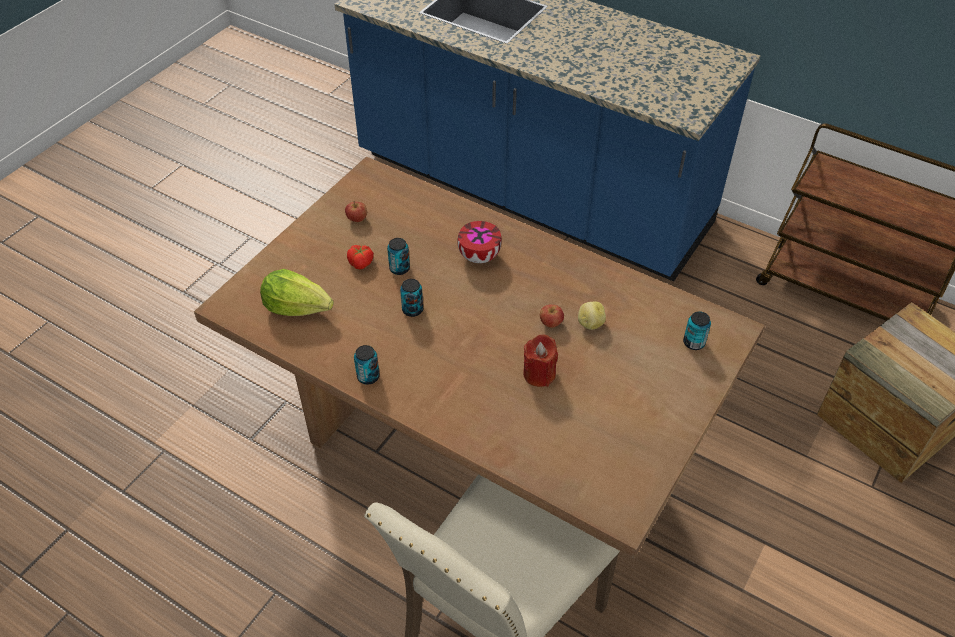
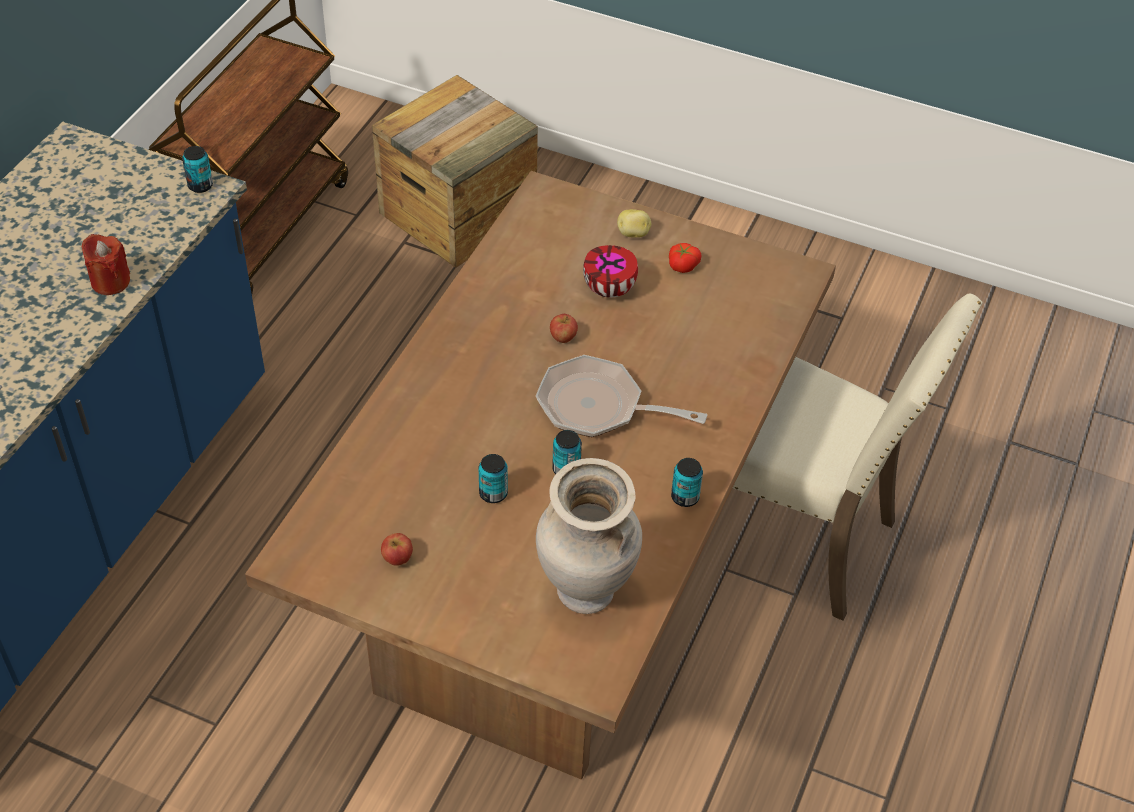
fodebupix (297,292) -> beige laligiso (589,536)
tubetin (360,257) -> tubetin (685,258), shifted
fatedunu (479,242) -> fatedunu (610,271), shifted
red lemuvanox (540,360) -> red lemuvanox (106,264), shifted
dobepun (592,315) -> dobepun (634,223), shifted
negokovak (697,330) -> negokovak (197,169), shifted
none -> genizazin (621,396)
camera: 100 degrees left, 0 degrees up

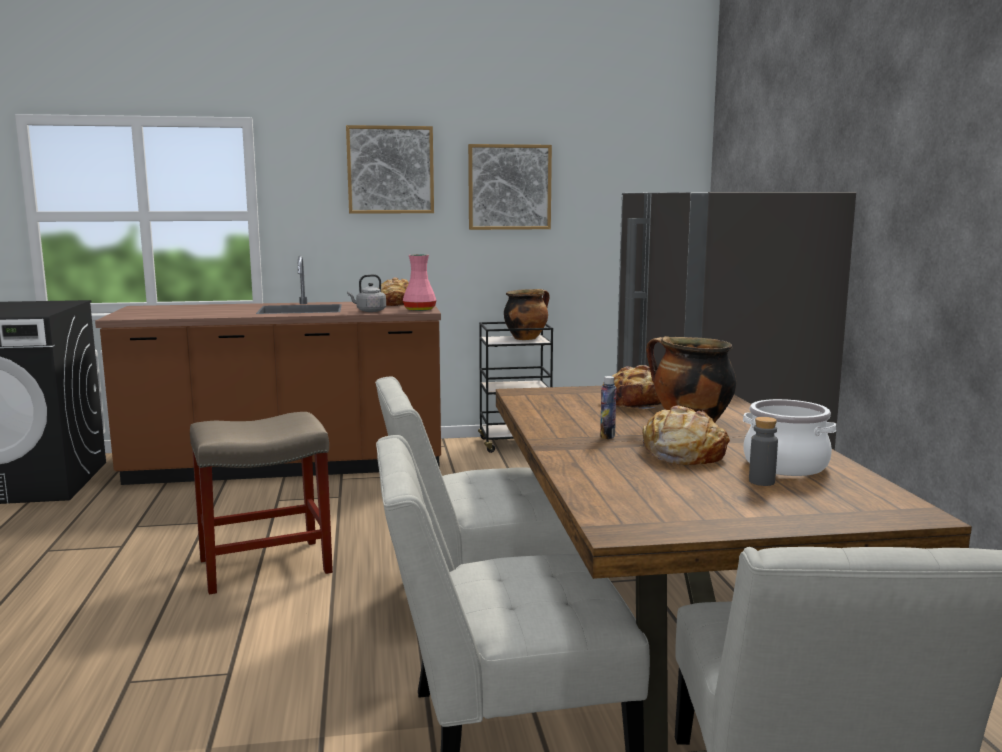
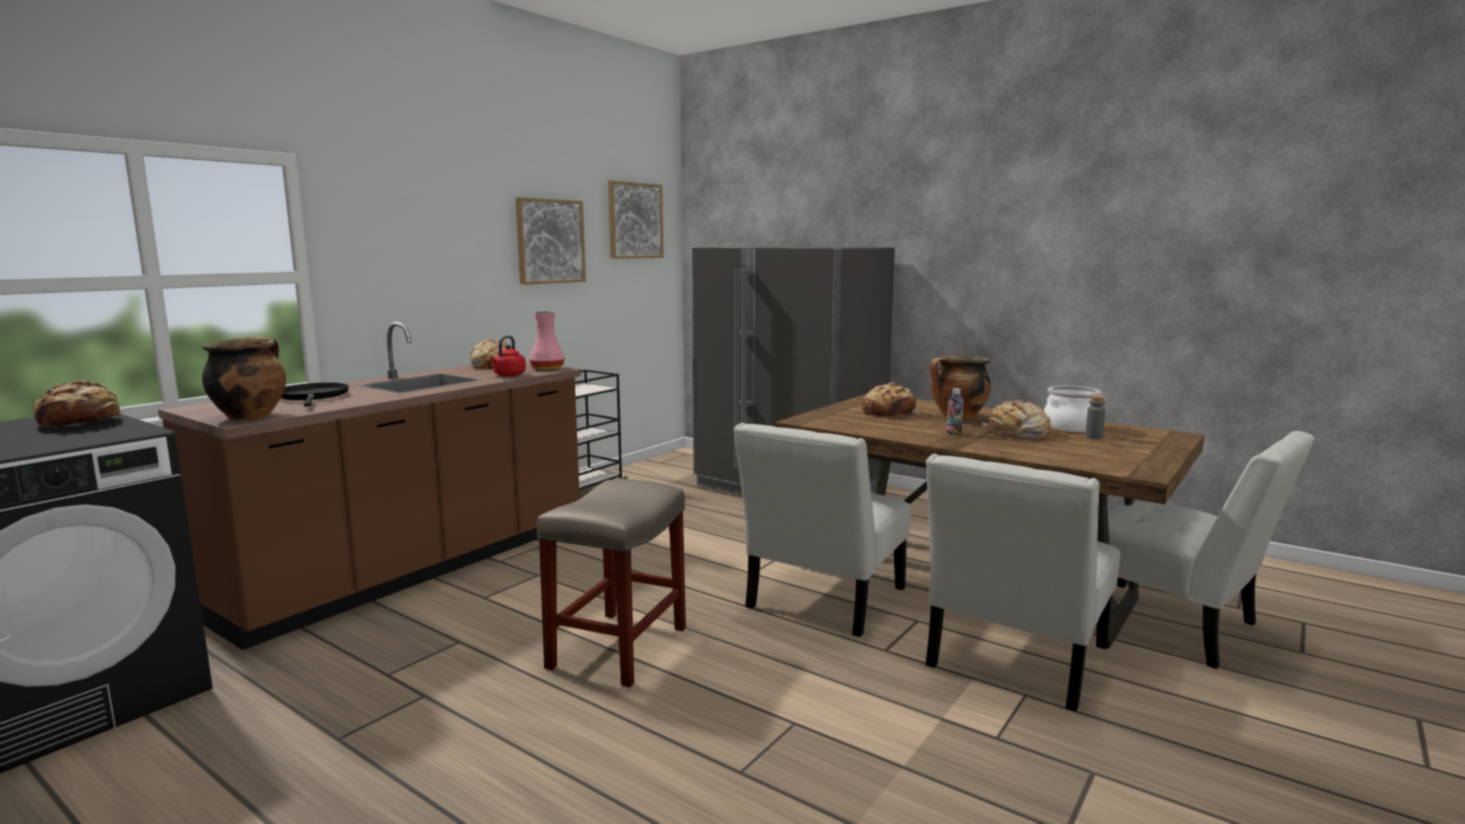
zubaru (390,169) -> zubaru (636,219), shifted
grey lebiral (366,293) -> red lebiral (508,356)
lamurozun (527,314) -> lamurozun (244,378), shifted
none -> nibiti (77,404)
none -> black genizazin (315,394)
camera: 45 degrees left, 0 degrees up

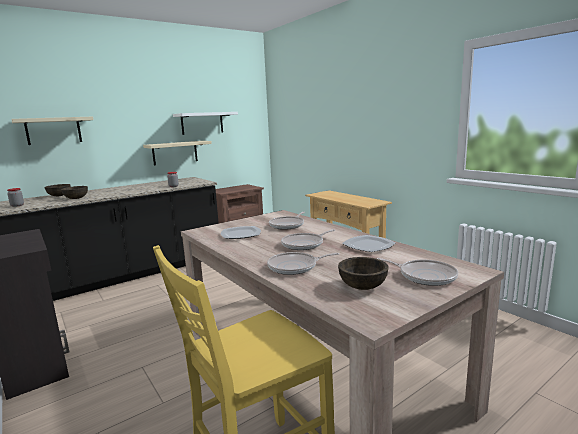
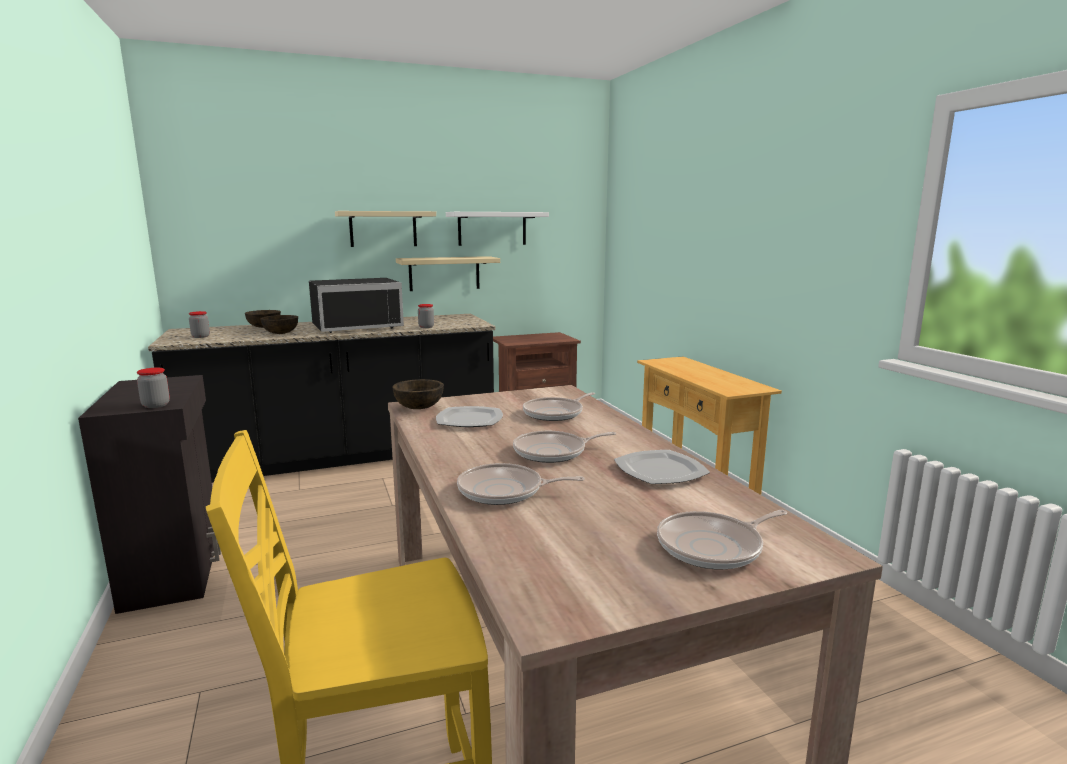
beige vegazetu (53,131) -> beige vegazetu (385,229), shifted
brown fatedunu (363,273) -> brown fatedunu (418,394), shifted
genizazin (417,272) -> genizazin (722,540), 105 degrees clockwise
none -> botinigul (153,388)
none -> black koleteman (356,305)
camera: 15 degrees right, 0 degrees up

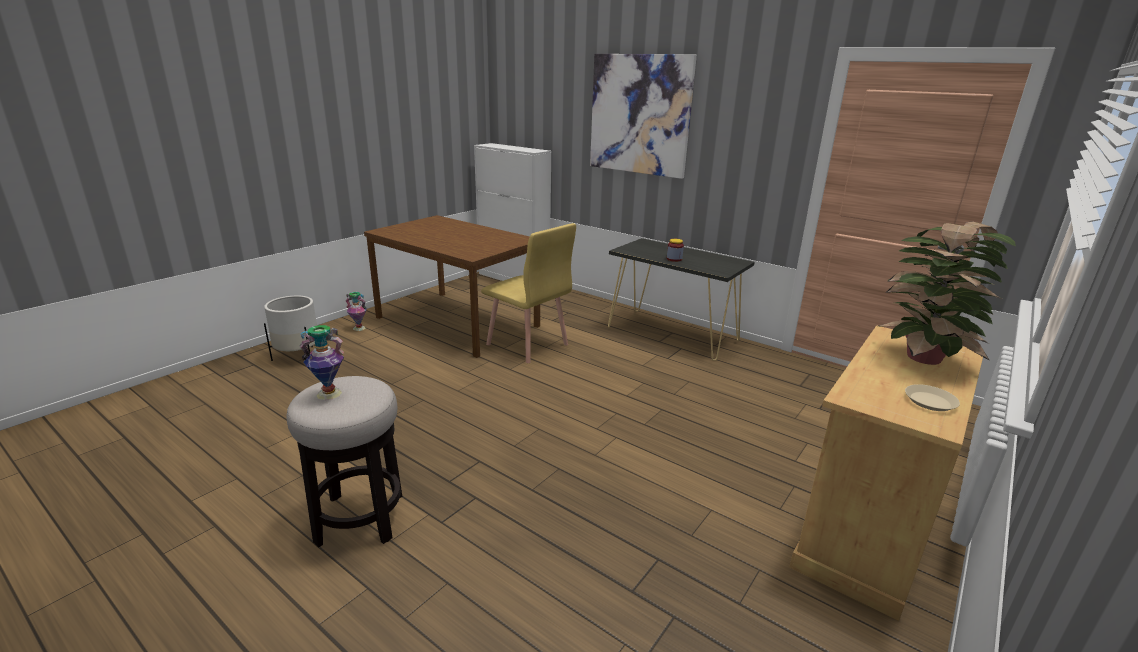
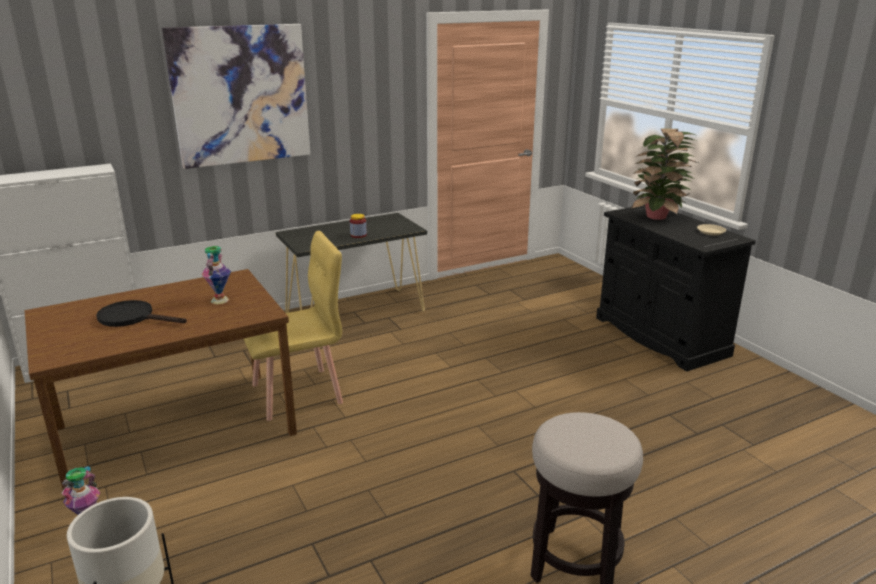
laligiso (321,362) -> laligiso (216,275), shifted
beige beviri (886,473) -> black beviri (676,288)
none -> black genizazin (141,313)
camera: 65 degrees left, 0 degrees up

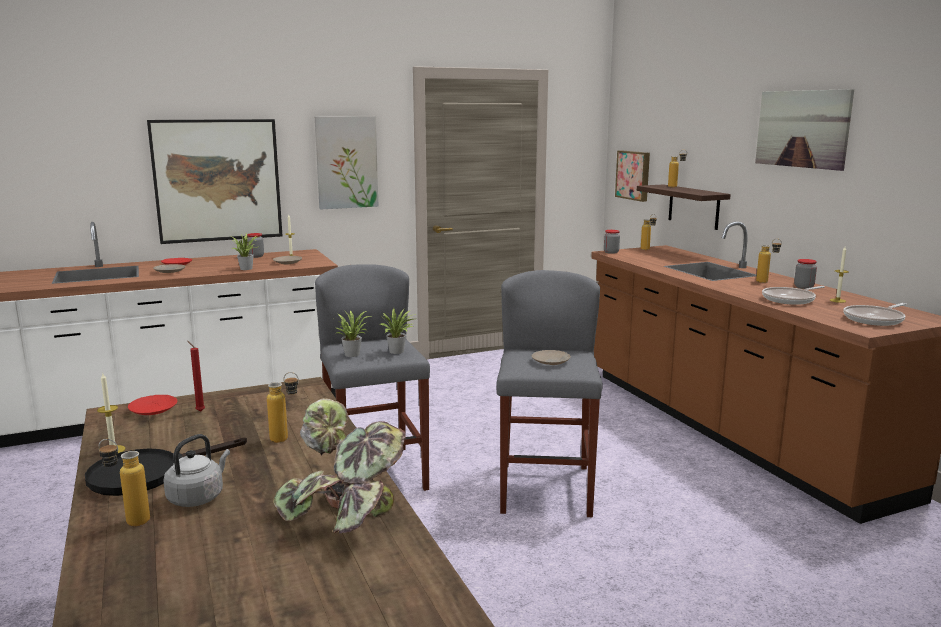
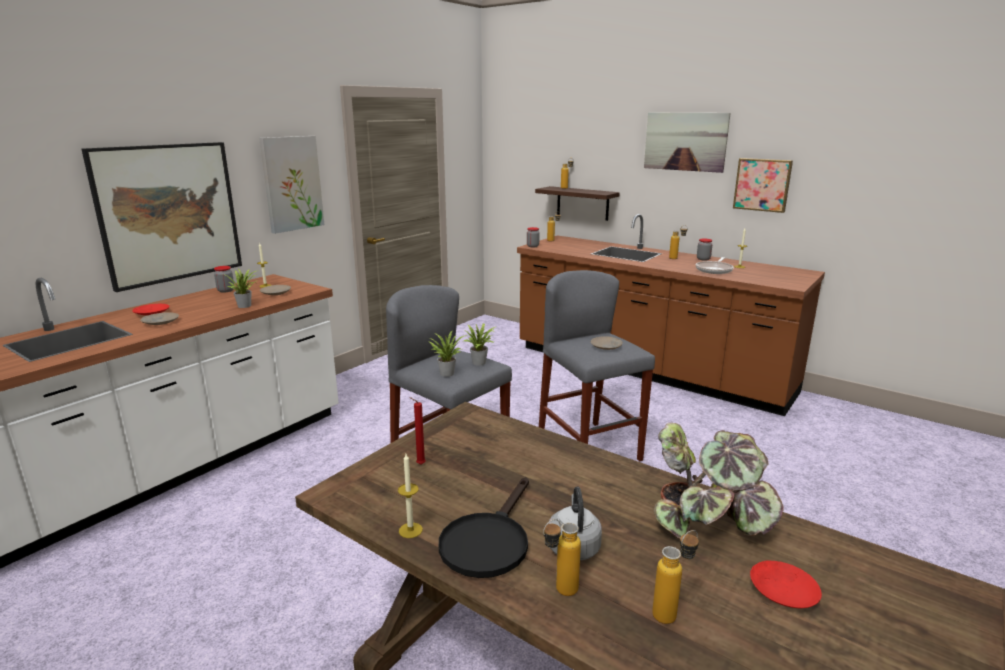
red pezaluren (152,405) -> red pezaluren (786,584), shifted
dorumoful (283,407) -> dorumoful (675,577), shifted
zubaru (632,176) -> zubaru (763,185), shifted
genizazin (875,314) -> none
camera: 30 degrees left, 5 degrees up

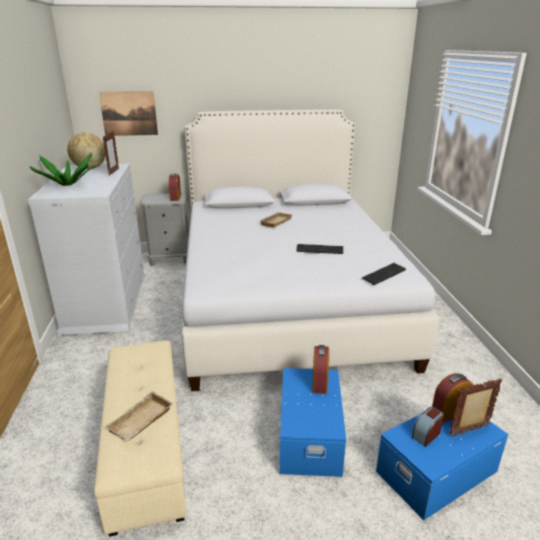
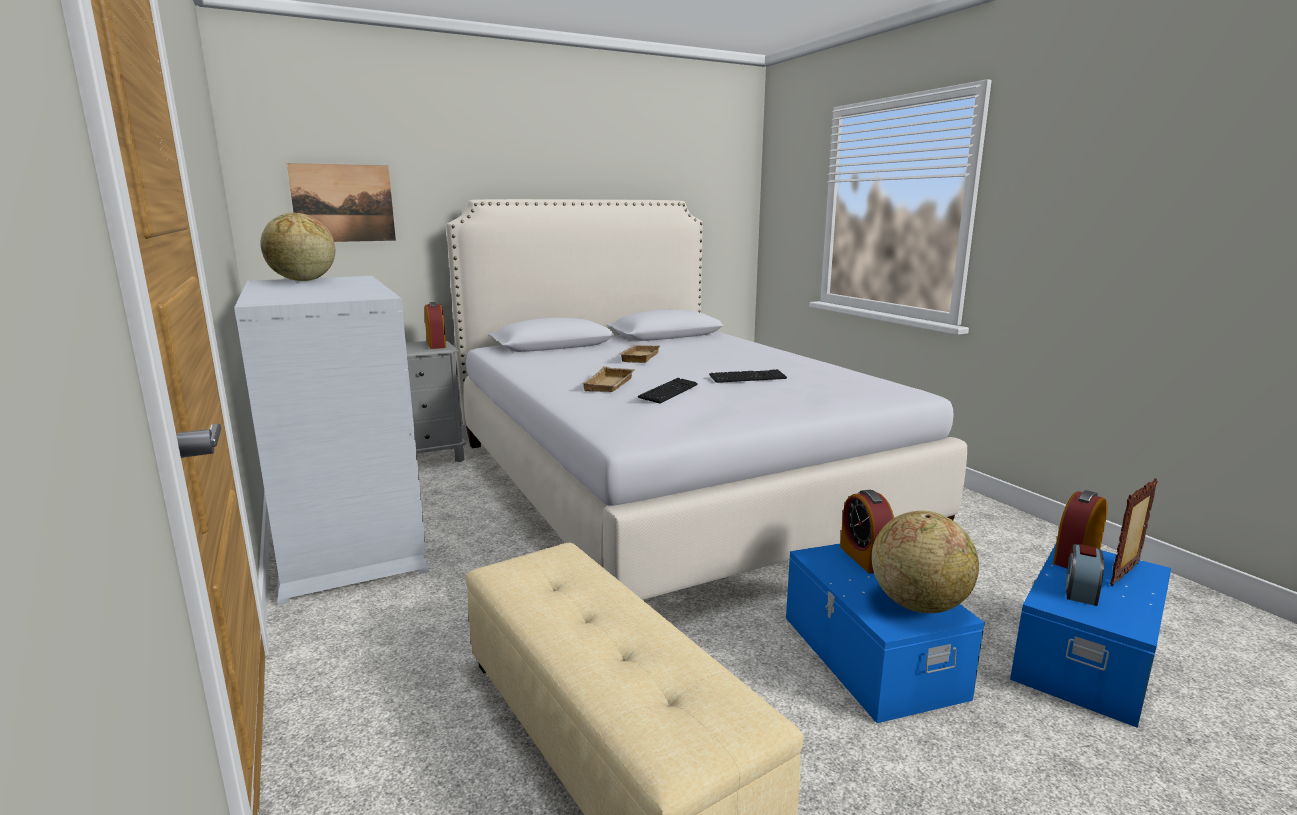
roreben (62,169) -> none
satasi (111,153) -> none
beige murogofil (139,416) -> beige murogofil (609,379), shifted
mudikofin (384,274) -> mudikofin (668,391), shifted
none -> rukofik (925,562)
camera: 20 degrees left, 10 degrees down

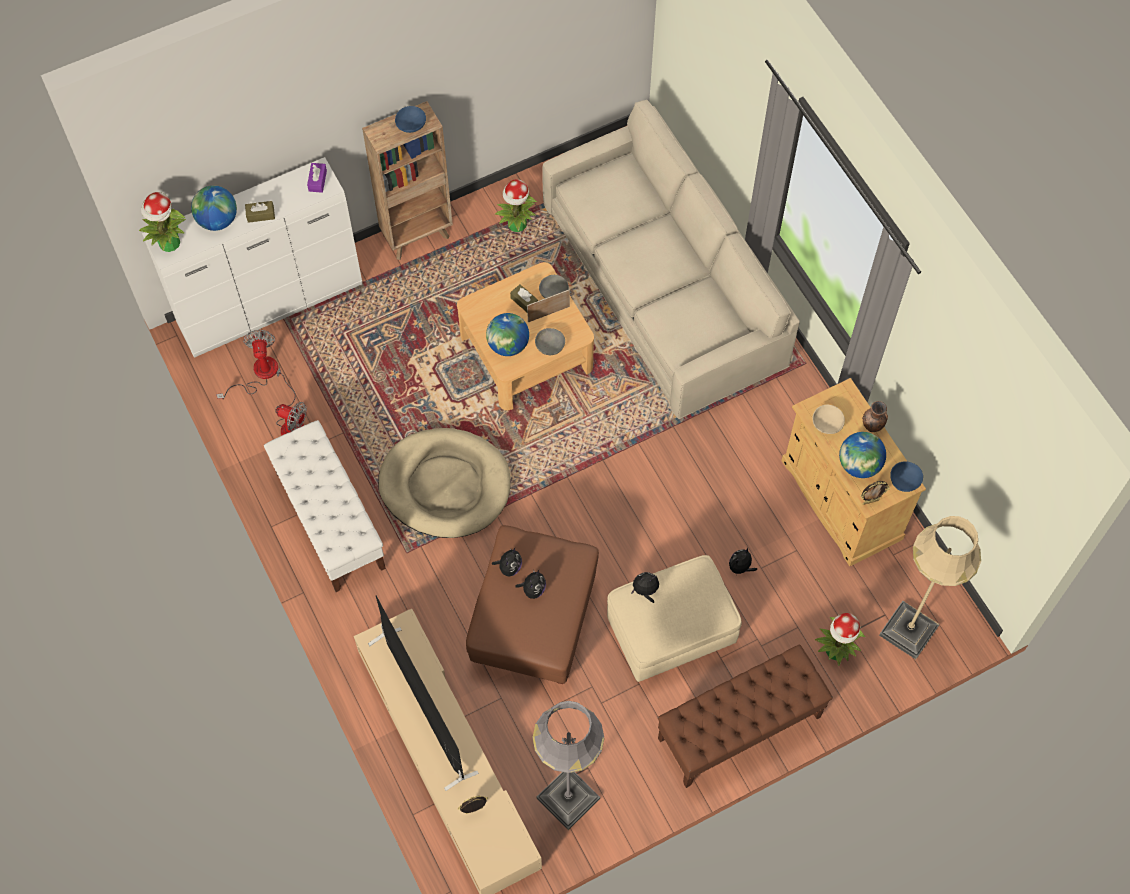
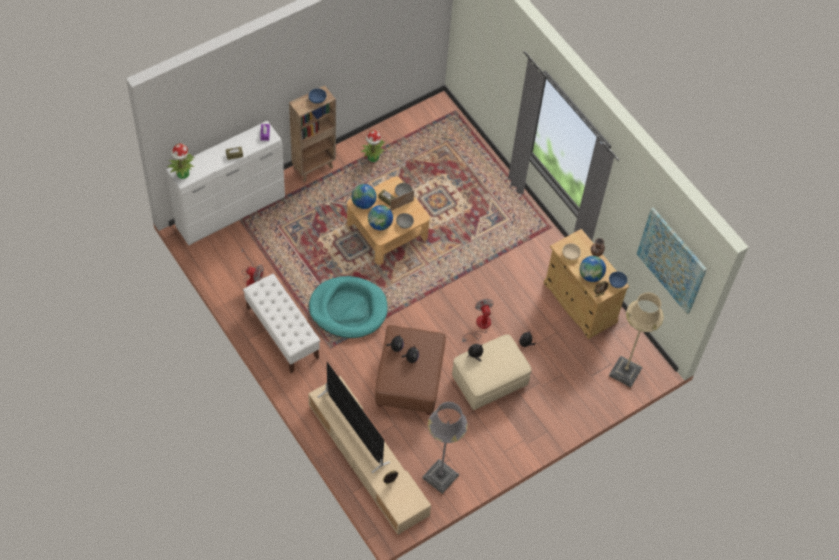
rukofik (214,208) -> rukofik (363,196), shifted
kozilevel (247,364) -> kozilevel (478,321), shifted
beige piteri (444,483) -> turquoise piteri (348,307)
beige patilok (671,259) -> none
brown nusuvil (745,716) -> none
roreben (840,639) -> none
none -> zubaru (672,260)
camera: 10 degrees left, 5 degrees down

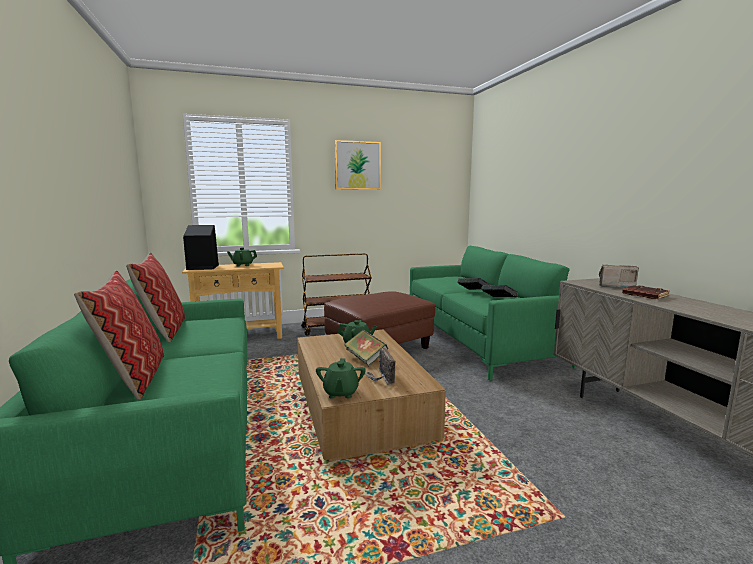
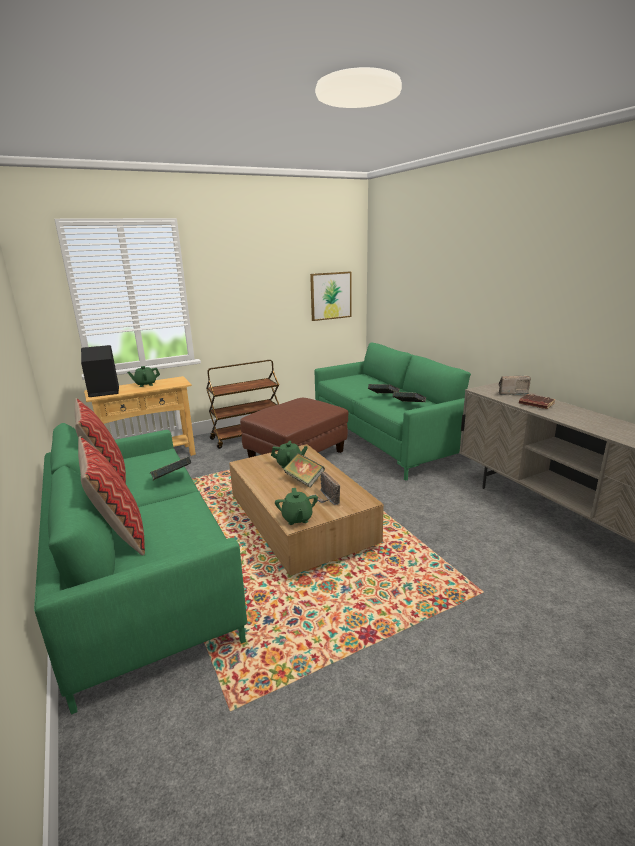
zubaru (357,165) -> zubaru (331,296), shifted
none -> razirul (170,468)
camera: 10 degrees left, 10 degrees up

